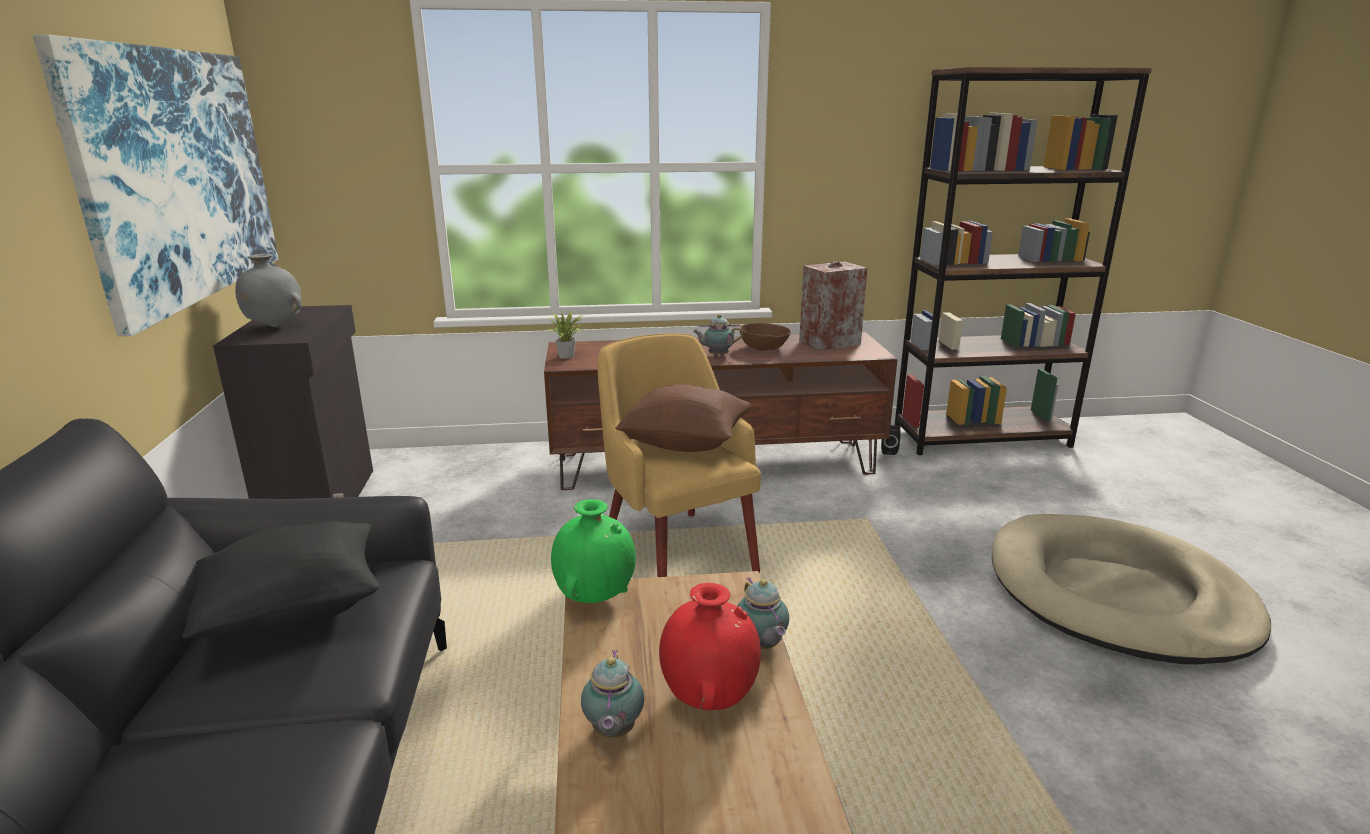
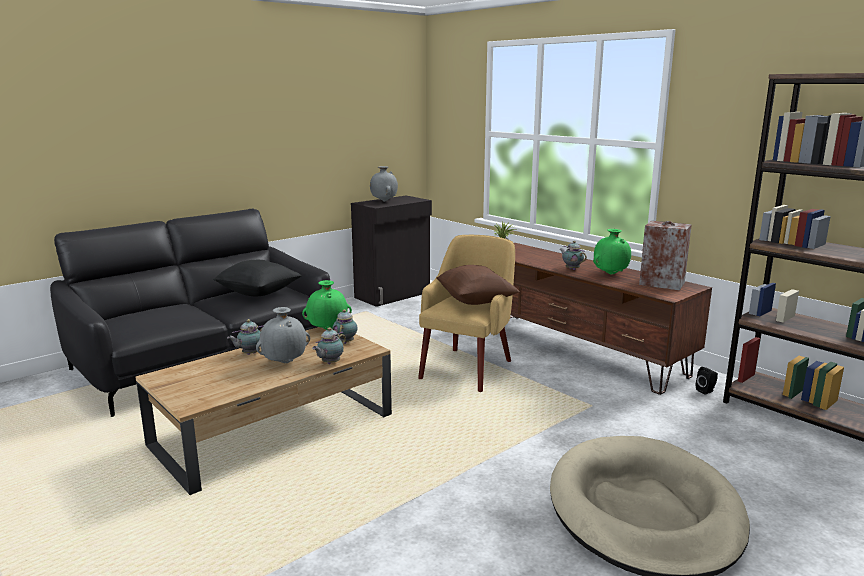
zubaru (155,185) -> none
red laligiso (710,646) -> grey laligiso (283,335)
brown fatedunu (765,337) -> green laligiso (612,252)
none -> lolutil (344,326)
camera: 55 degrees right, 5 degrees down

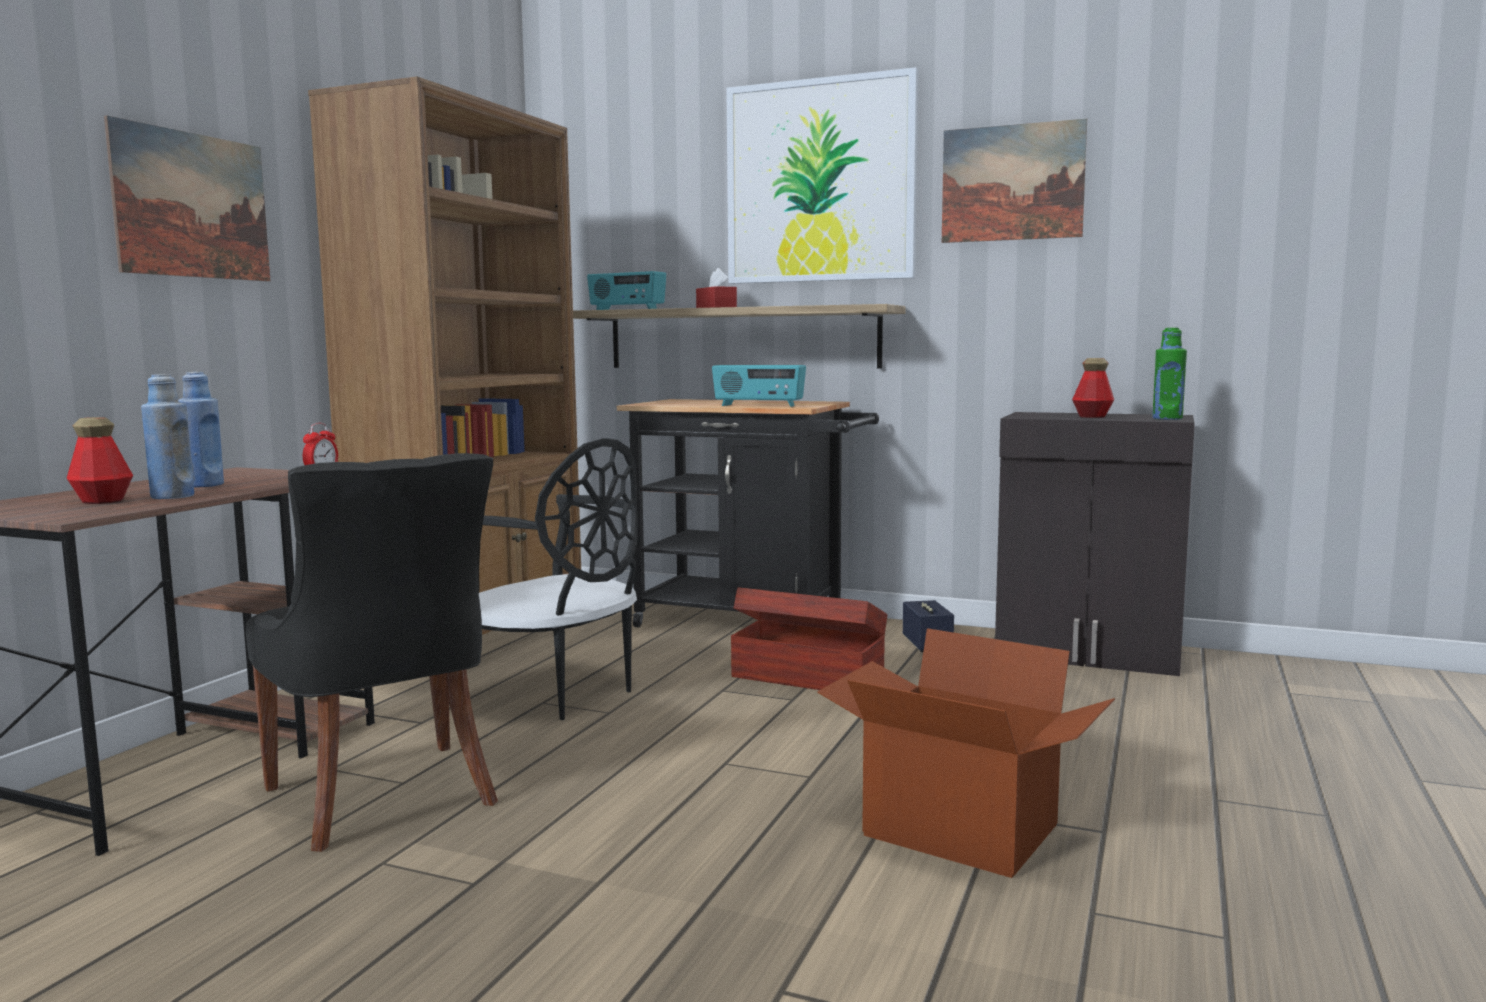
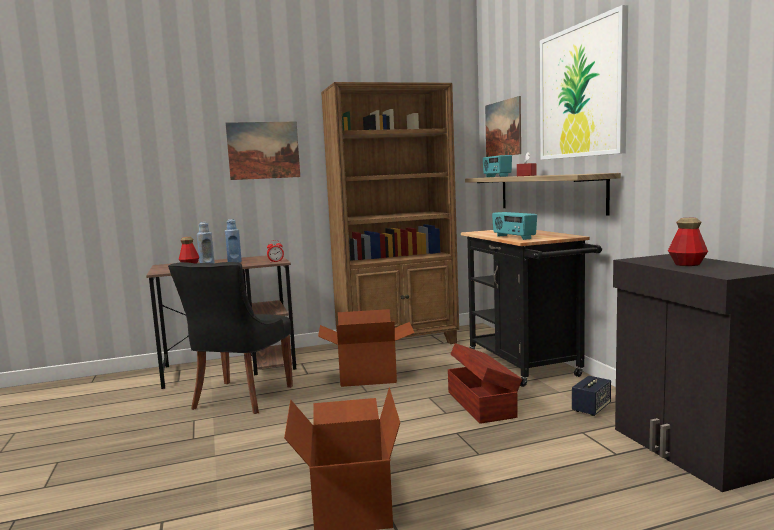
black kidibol (558,579) -> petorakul (366,348)
zubaru (1014,181) -> zubaru (503,126), shifted
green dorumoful (1169,373) -> none
camera: 50 degrees right, 0 degrees up

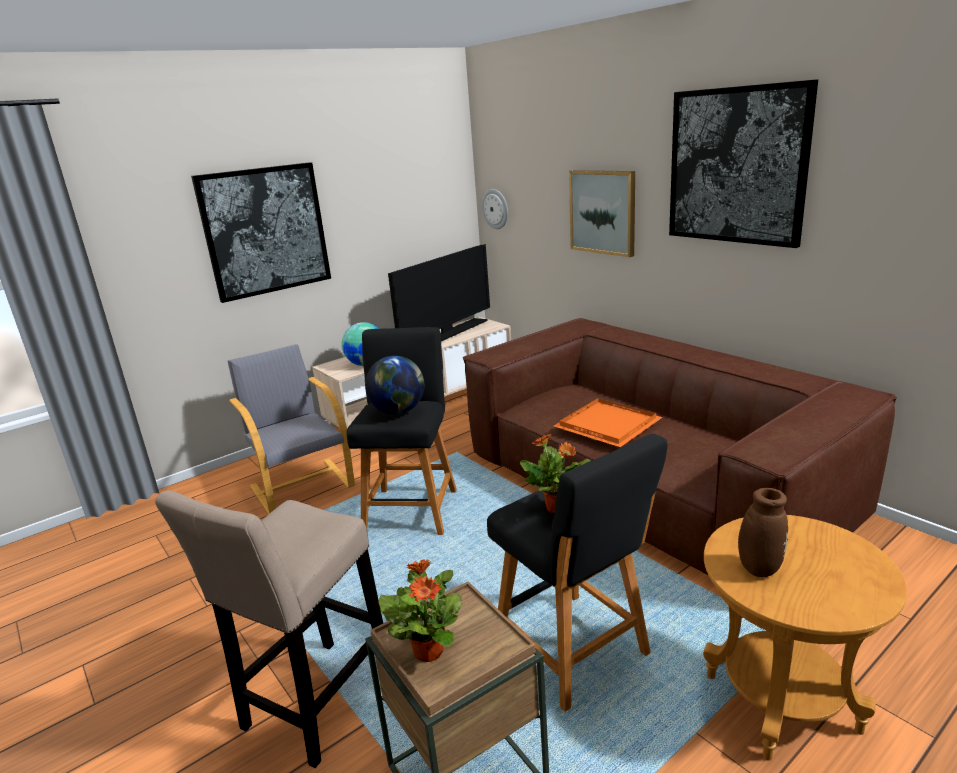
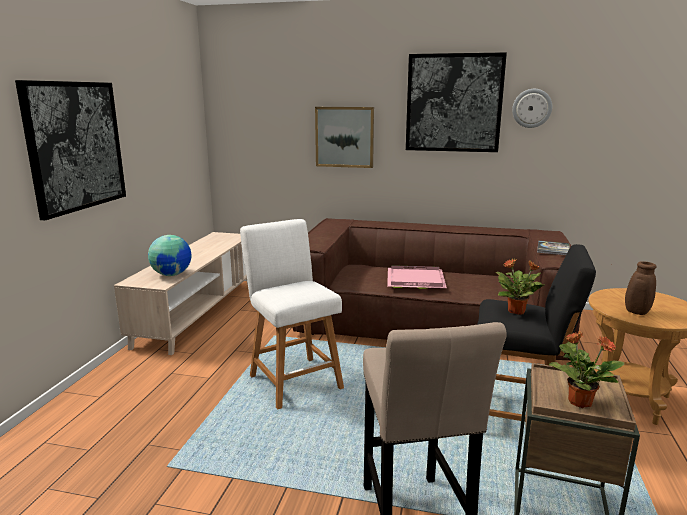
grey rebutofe (291,429) -> none
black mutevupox (402,431) -> white mutevupox (292,314)
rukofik (394,385) -> none
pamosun (439,292) -> none
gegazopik (495,209) -> gegazopik (532,108), shifted
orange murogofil (608,422) -> pink murogofil (417,277)
none -> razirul (553,248)
camera: 40 degrees left, 5 degrees down

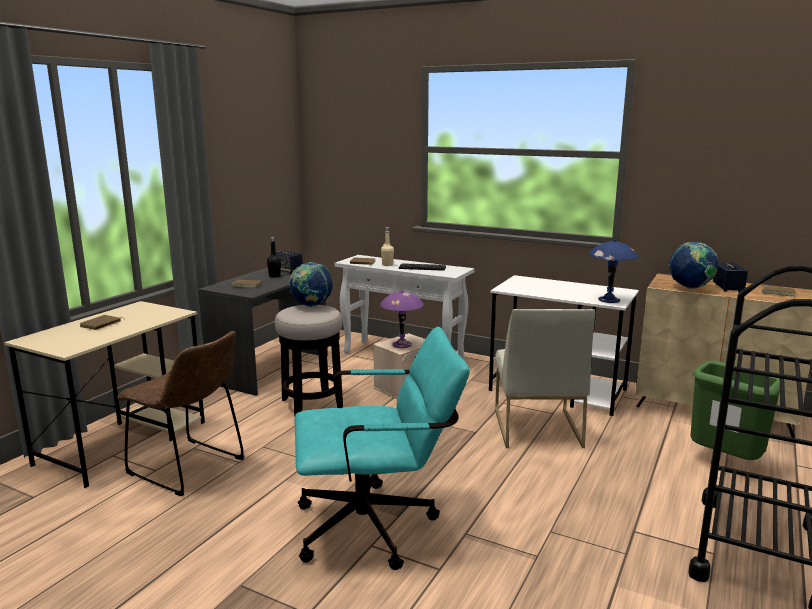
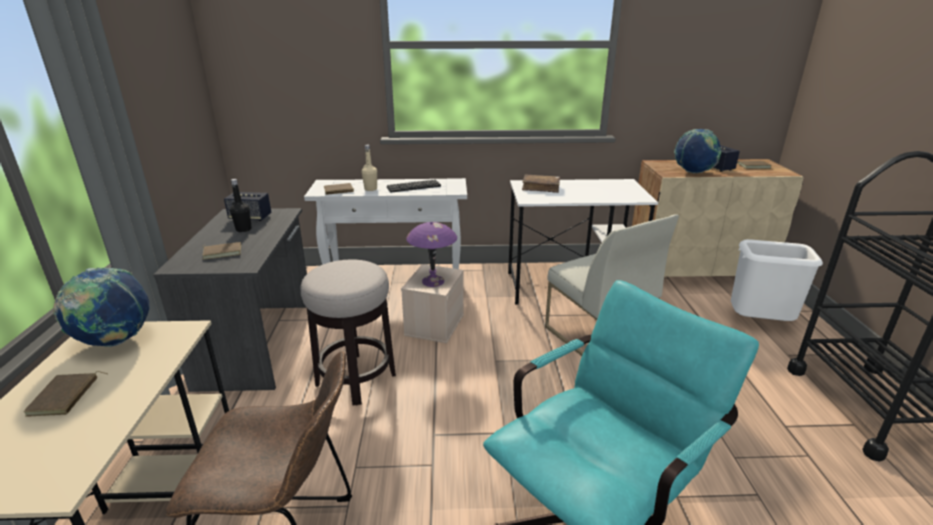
rukofik (311,284) -> rukofik (101,307), shifted
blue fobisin (613,271) -> none
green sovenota (735,410) -> white sovenota (777,280)
none -> brown razirul (541,183)
camera: 30 degrees left, 10 degrees up

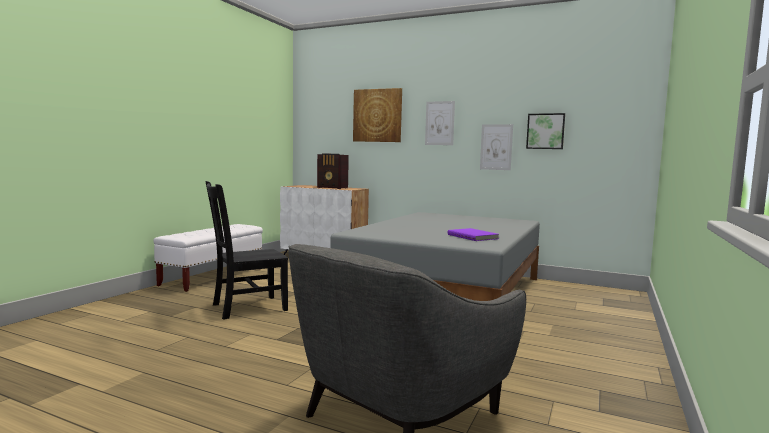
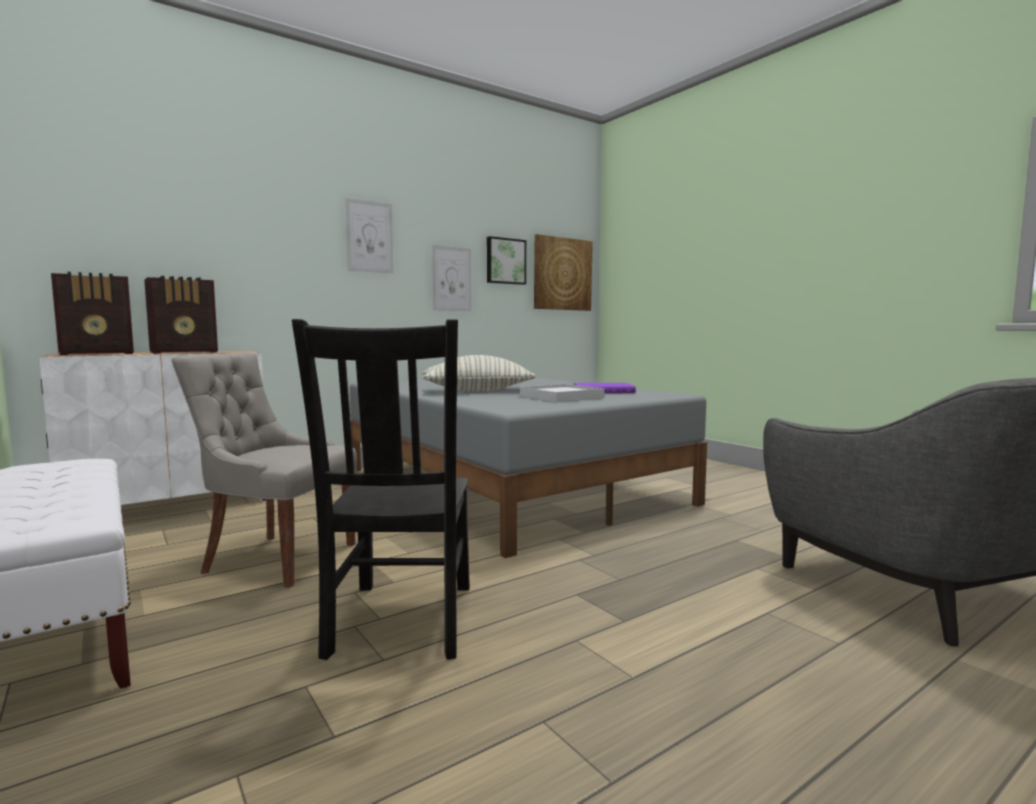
zubaru (377,115) -> zubaru (563,272), shifted
none -> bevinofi (92,313)
none -> grey kidibol (264,470)
none -> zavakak (479,373)
none -> white murogofil (562,393)
camera: 60 degrees left, 0 degrees up

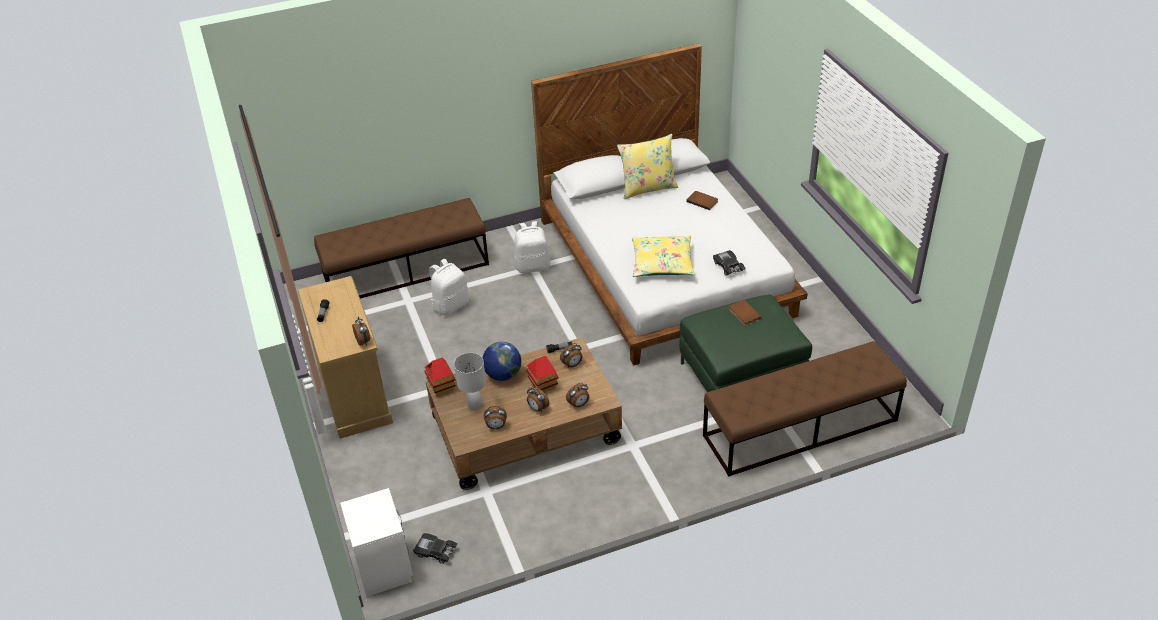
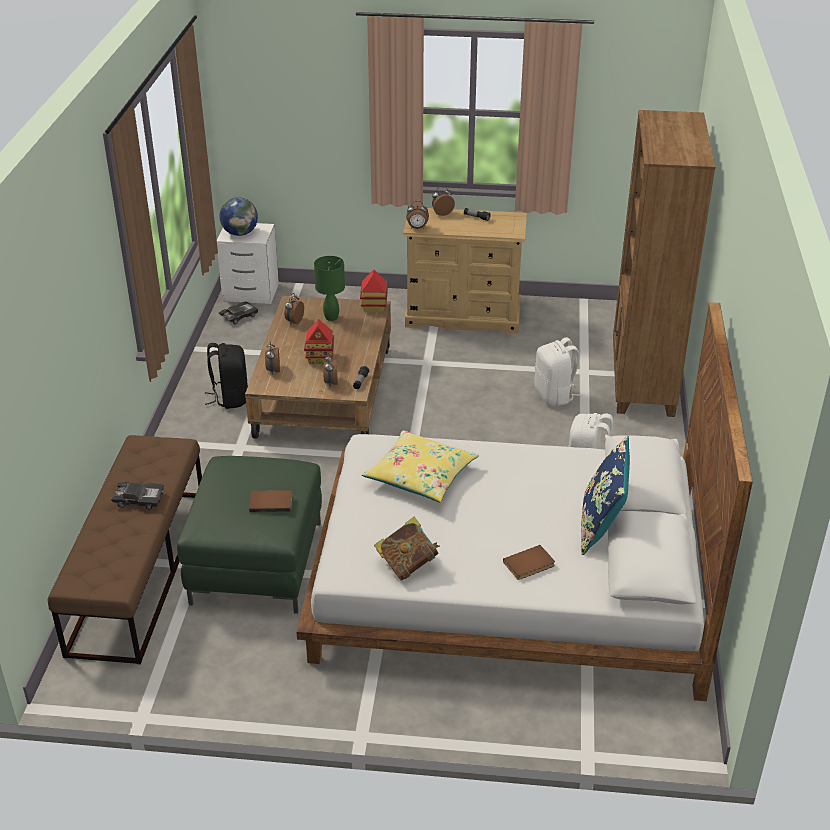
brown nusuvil (401,248) -> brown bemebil (664,263)
white fobisin (470,382) -> green fobisin (329,288)
rukofik (502,361) -> rukofik (238,216), shifted
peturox (538,399) -> peturox (443,200), shifted
yellow zavakak (647,166) -> blue zavakak (605,495)
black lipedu (729,263) -> black lipedu (137,496), shifted
none -> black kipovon (226,376)
none -> razirul (407,549)
camera: 115 degrees right, 5 degrees down

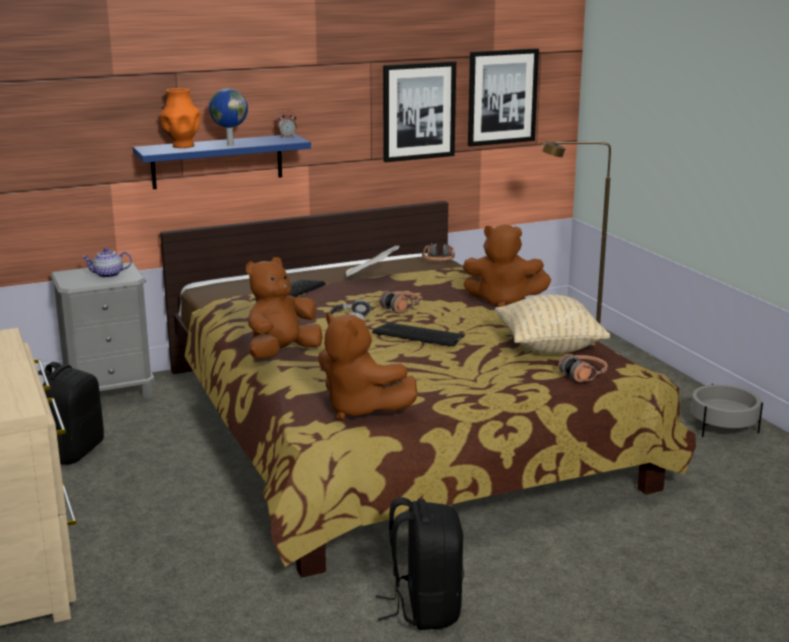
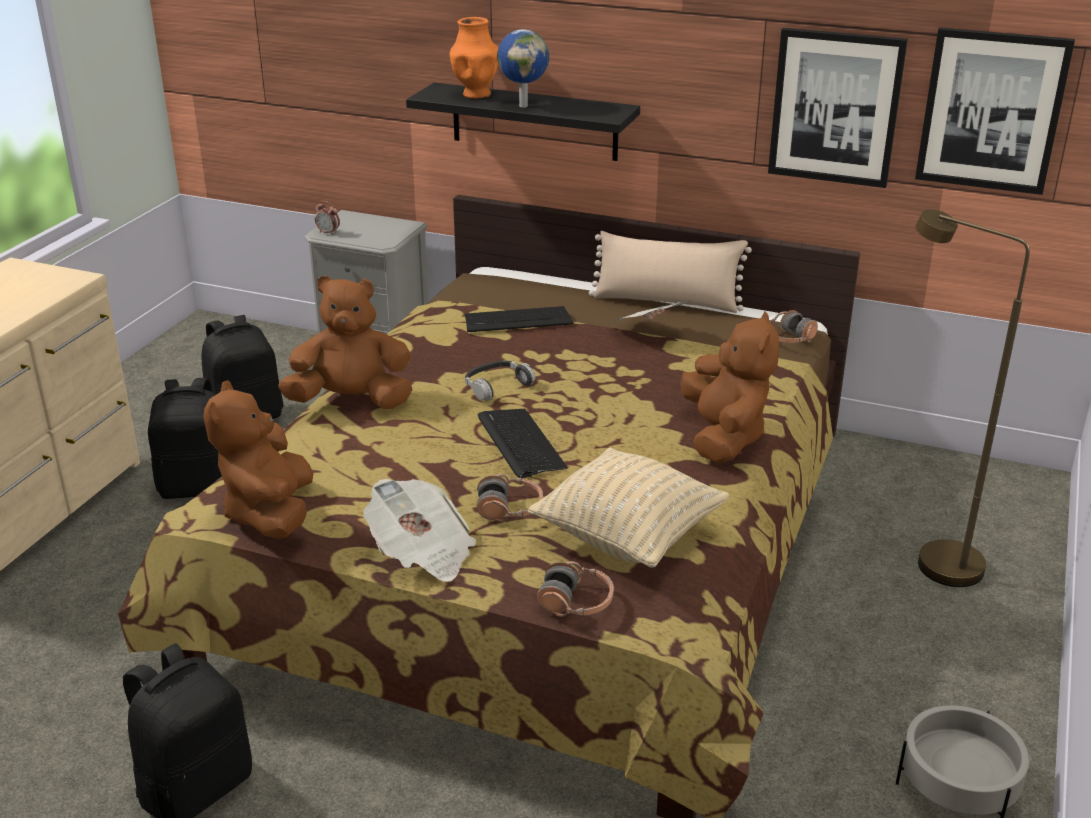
lolutil (107,263) -> none
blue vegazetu (222,161) -> black vegazetu (523,122)
peturox (287,124) -> peturox (327,218), shifted
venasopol (399,302) -> venasopol (510,498), shifted
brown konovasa (507,265) -> brown konovasa (729,387), 150 degrees counterclockwise
none -> black kipovon (185,438)
none -> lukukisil (419,530)
none -> beige zavakak (670,272)
camera: 45 degrees right, 10 degrees up

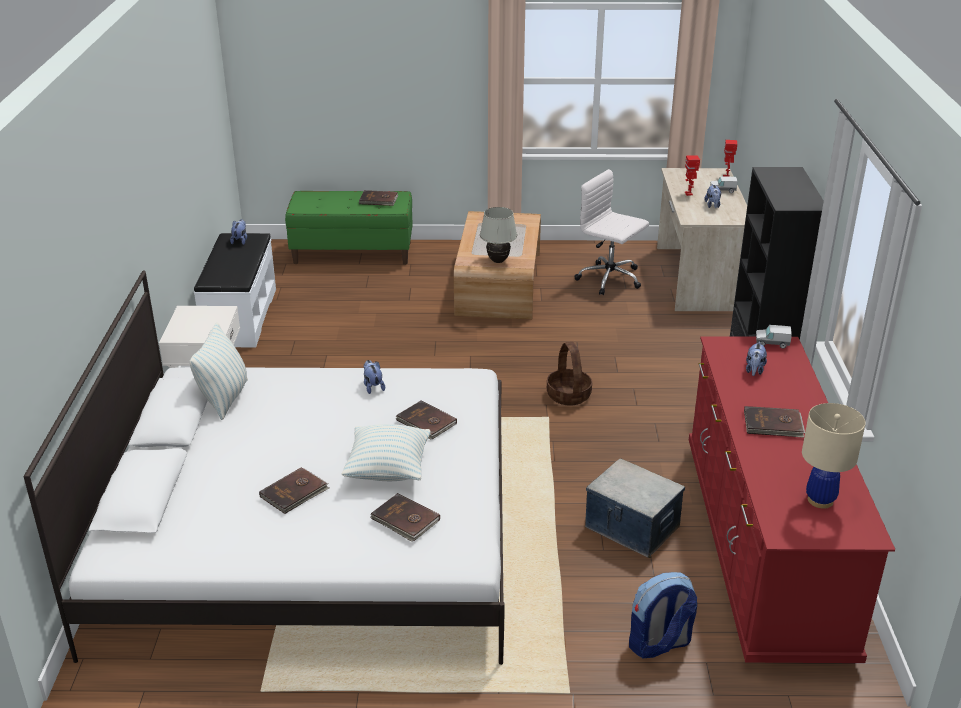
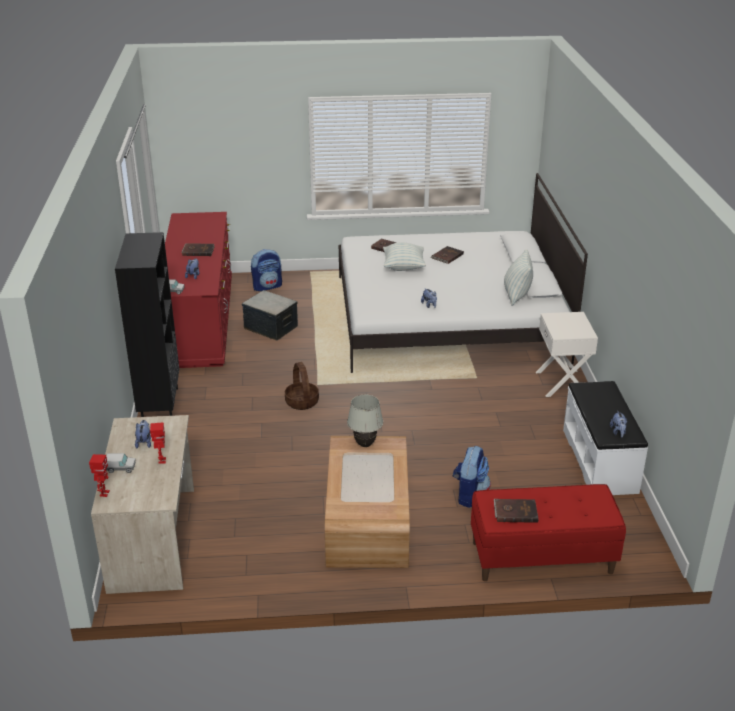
green nusuvil (348,228) -> red nusuvil (548,532)
brown razirul (426,420) -> none
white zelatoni (611,232) -> none
beige fobisin (834,456) -> none
none -> kipovon (472,477)
camera: 175 degrees right, 0 degrees up

